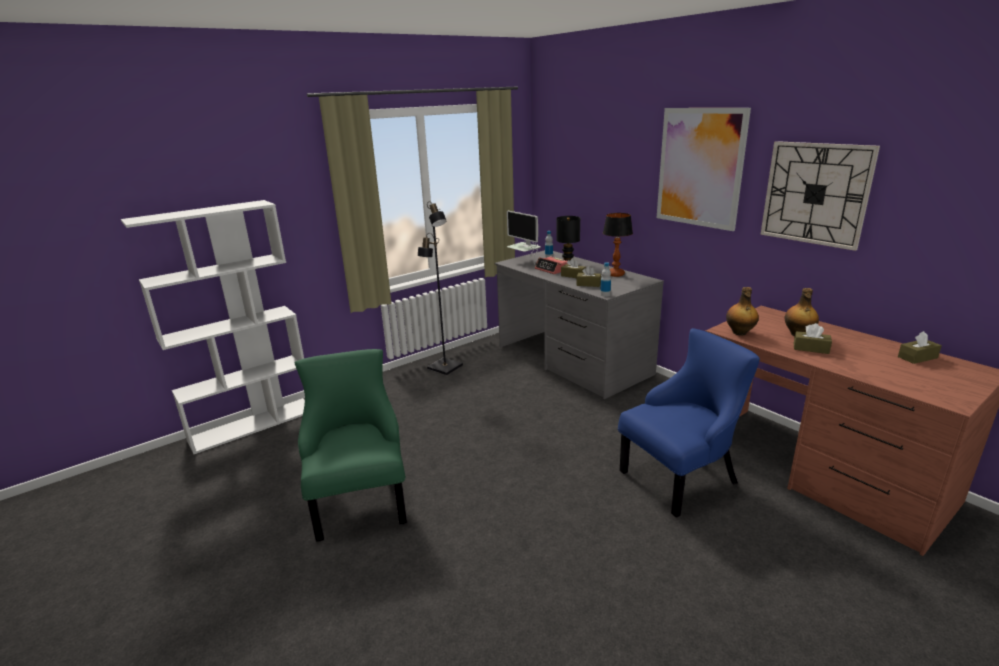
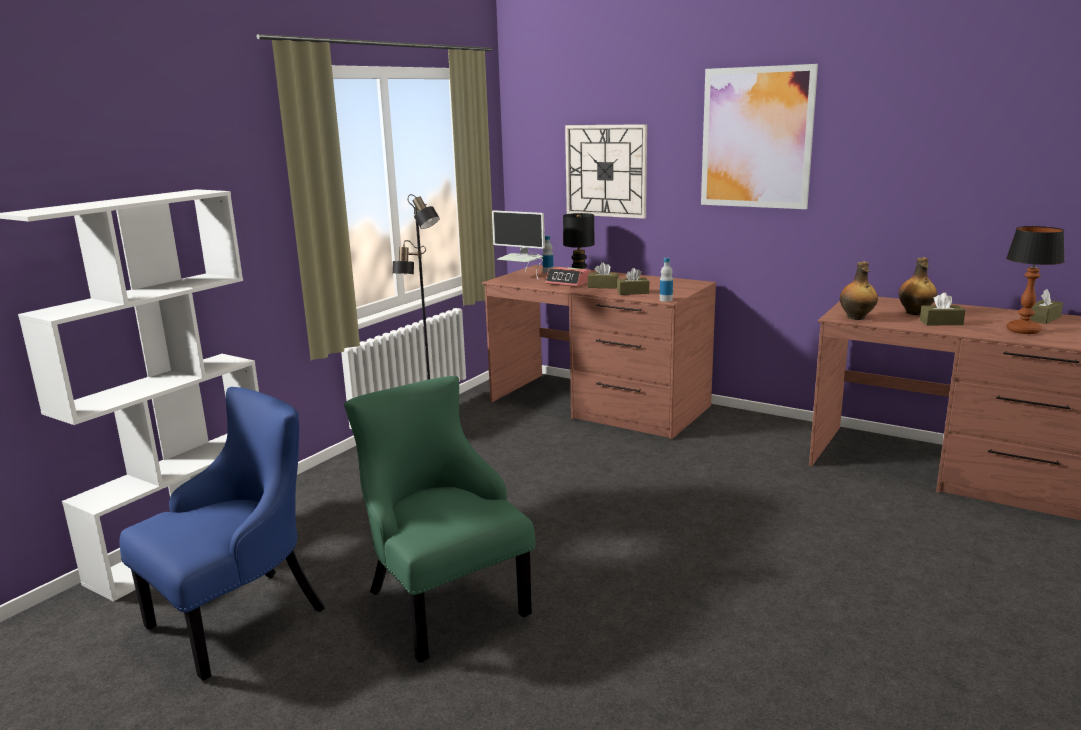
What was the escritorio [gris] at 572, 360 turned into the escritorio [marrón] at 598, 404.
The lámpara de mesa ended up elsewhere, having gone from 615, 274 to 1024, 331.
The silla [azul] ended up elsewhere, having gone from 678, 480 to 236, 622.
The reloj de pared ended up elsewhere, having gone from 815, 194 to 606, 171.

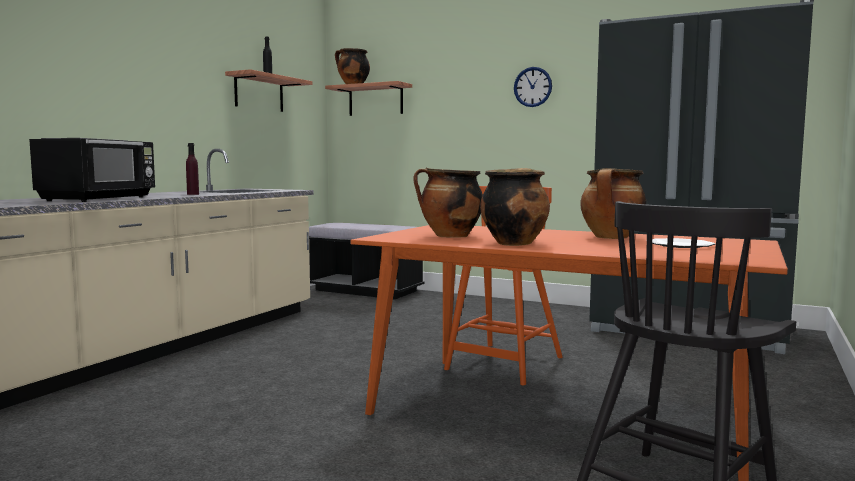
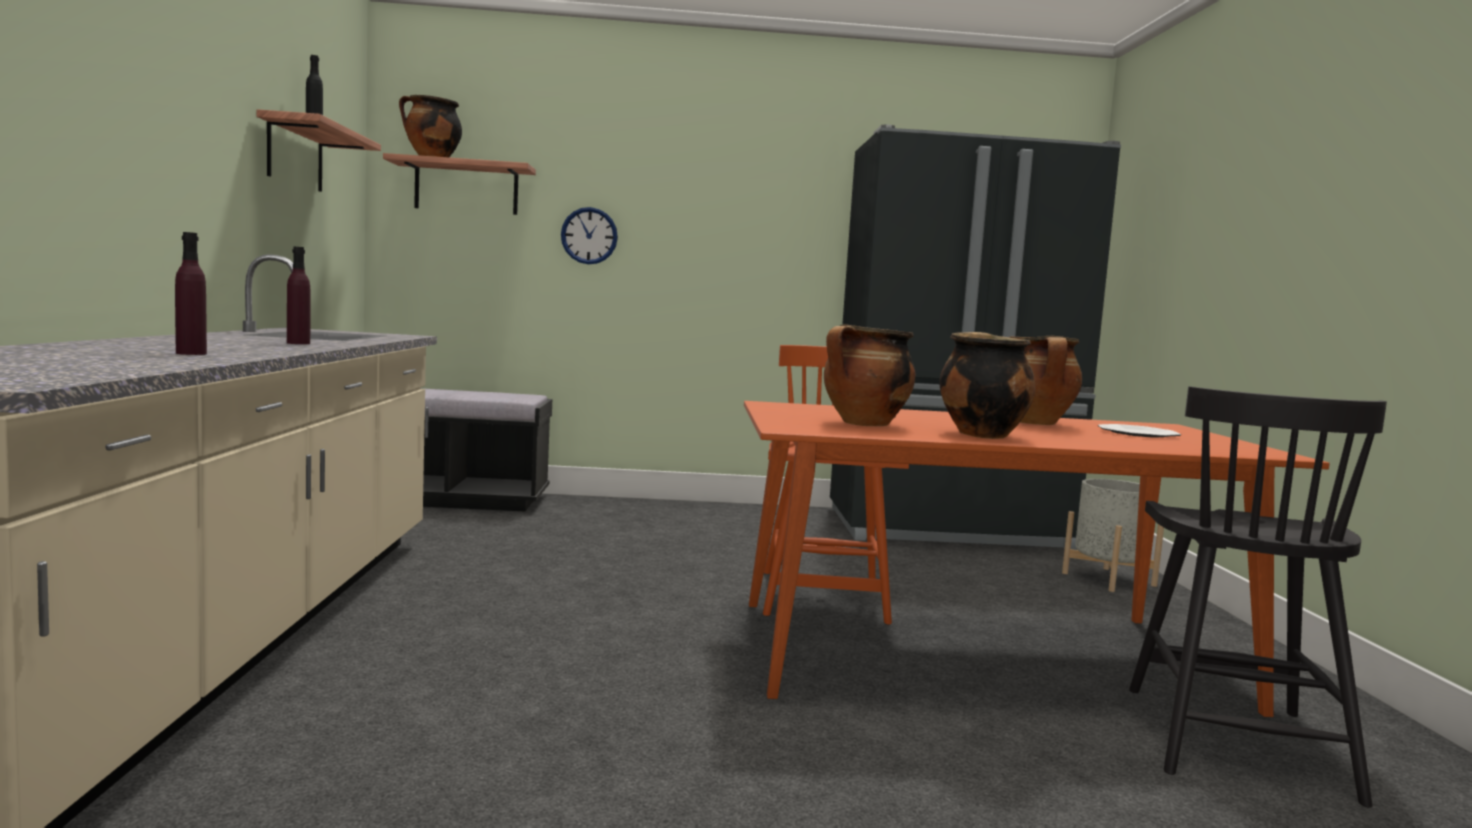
Where the microondas [negro] stood at 100, 199, the botella [morado] came to stand at 191, 353.
The reloj de pared ended up elsewhere, having gone from 532, 87 to 589, 236.
The second view gained the maceta [gris] at 1108, 579.

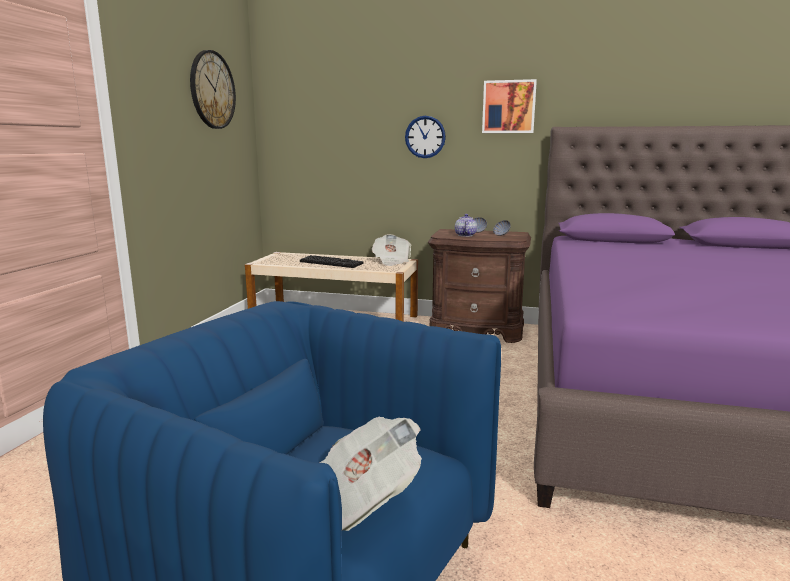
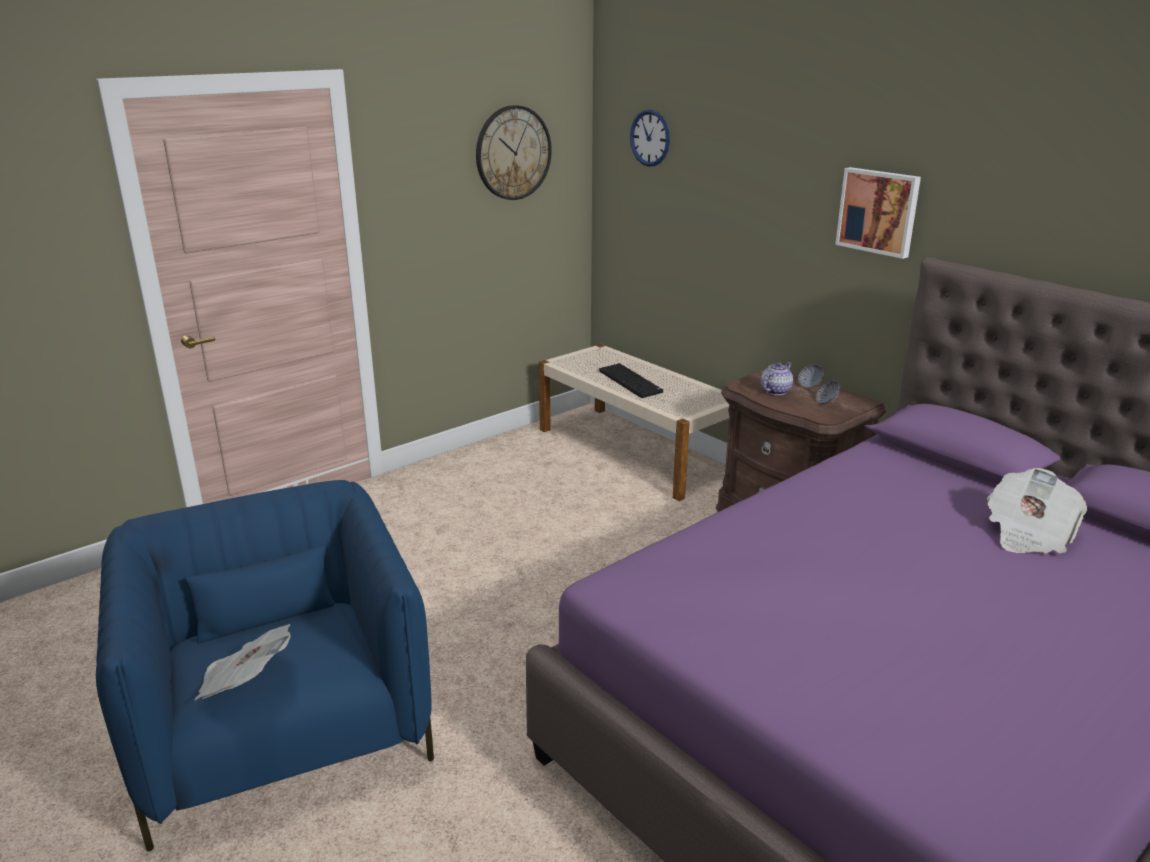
The periódico ended up elsewhere, having gone from 391, 261 to 1028, 534.
The reloj de pared ended up elsewhere, having gone from 425, 137 to 650, 138.

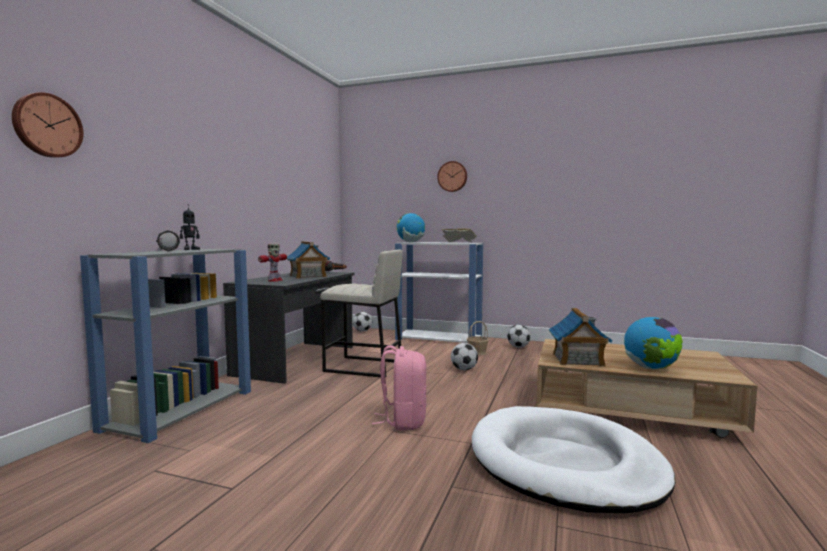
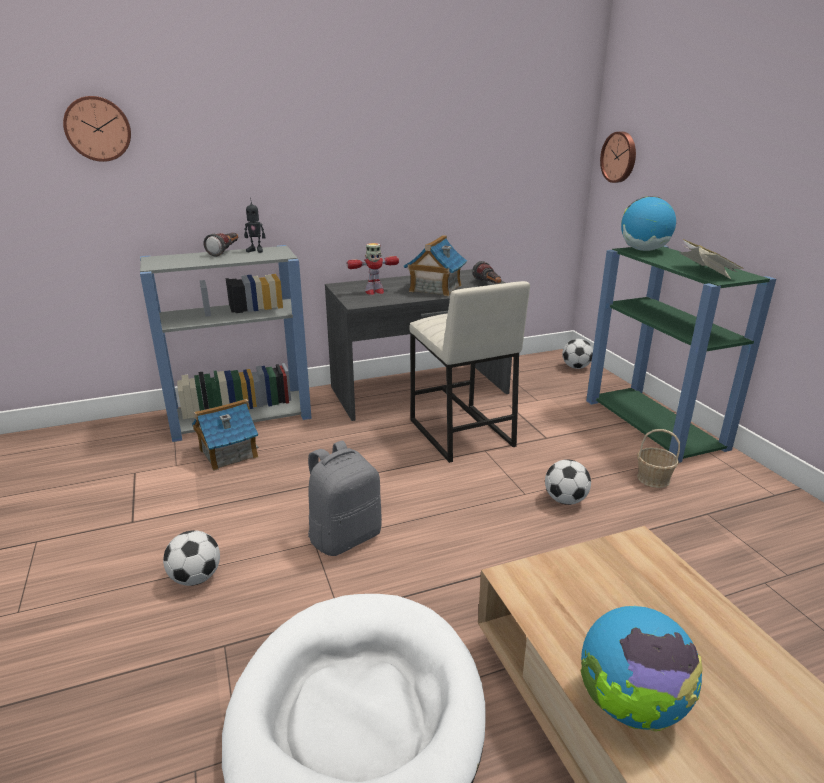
What was the mochila [rosa] at 403, 421 turned into the mochila [gris] at 345, 537.
What was the estantería [blanco] at 439, 338 turned into the estantería [verde] at 653, 424.
The reloj de pared ended up elsewhere, having gone from 452, 176 to 619, 157.
The balón de fútbol ended up elsewhere, having gone from 518, 347 to 196, 578.
The casita ended up elsewhere, having gone from 577, 360 to 228, 453.

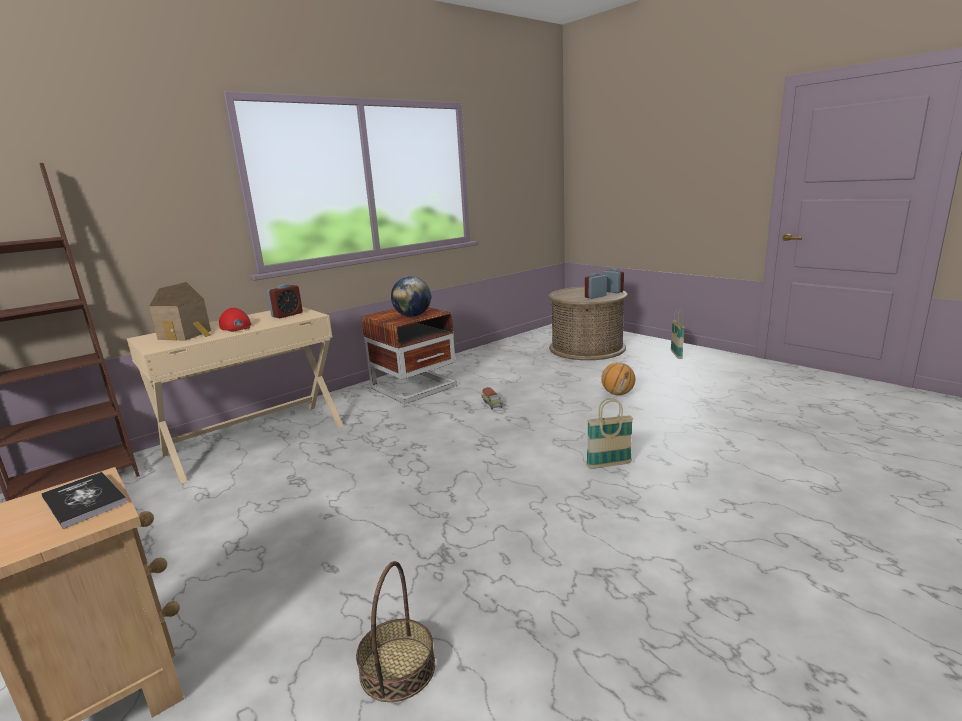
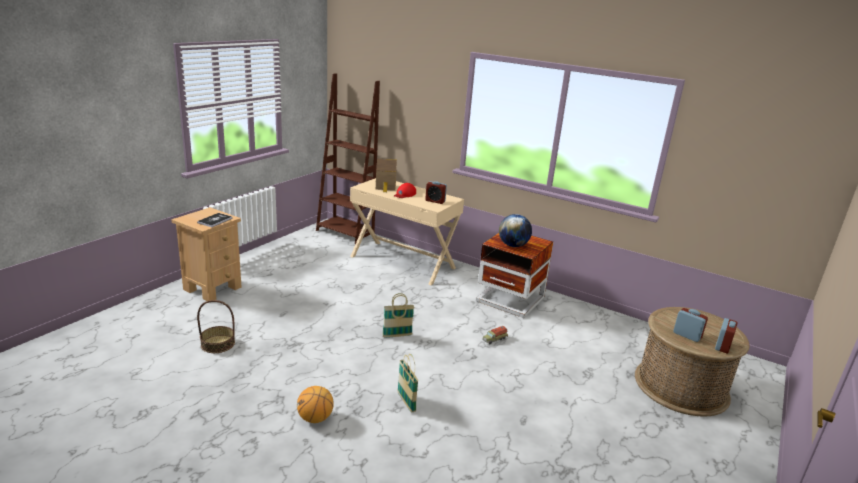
The balón de baloncesto ended up elsewhere, having gone from 618, 394 to 315, 418.
The cesta ended up elsewhere, having gone from 676, 354 to 397, 335.

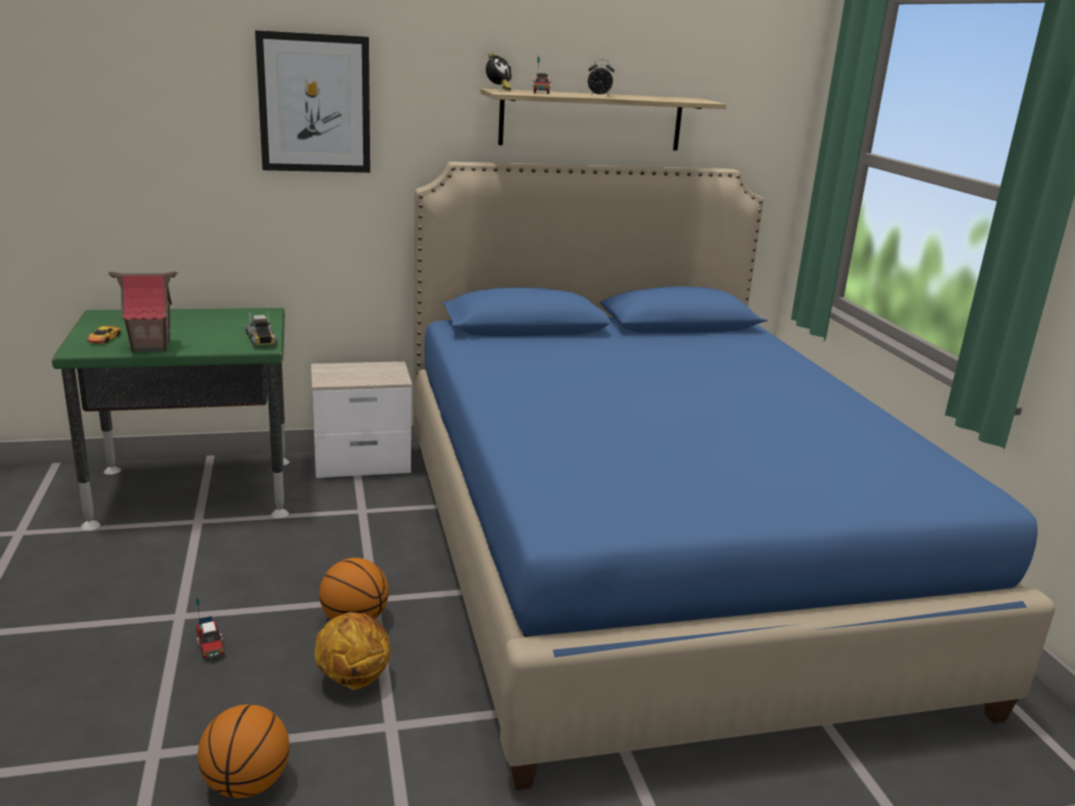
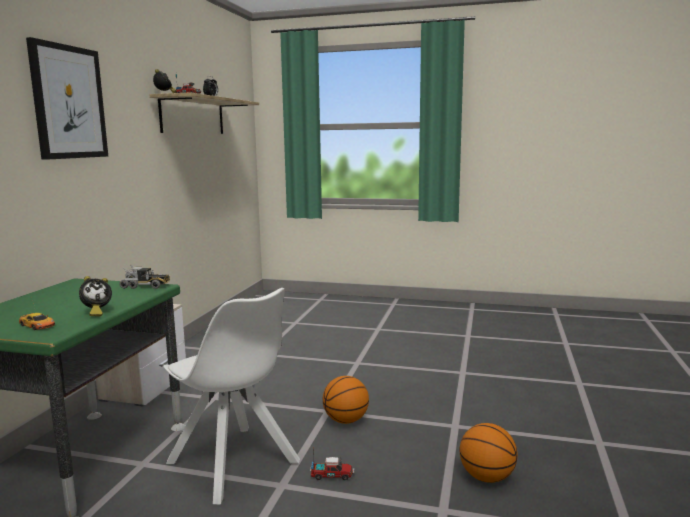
Where the casita stood at 151, 347, the despertador came to stand at 96, 312.
The second view lost the balón de baloncesto at 353, 678.
The second view lost the cama [azul] at 648, 556.
The second view gained the silla [blanco] at 234, 463.

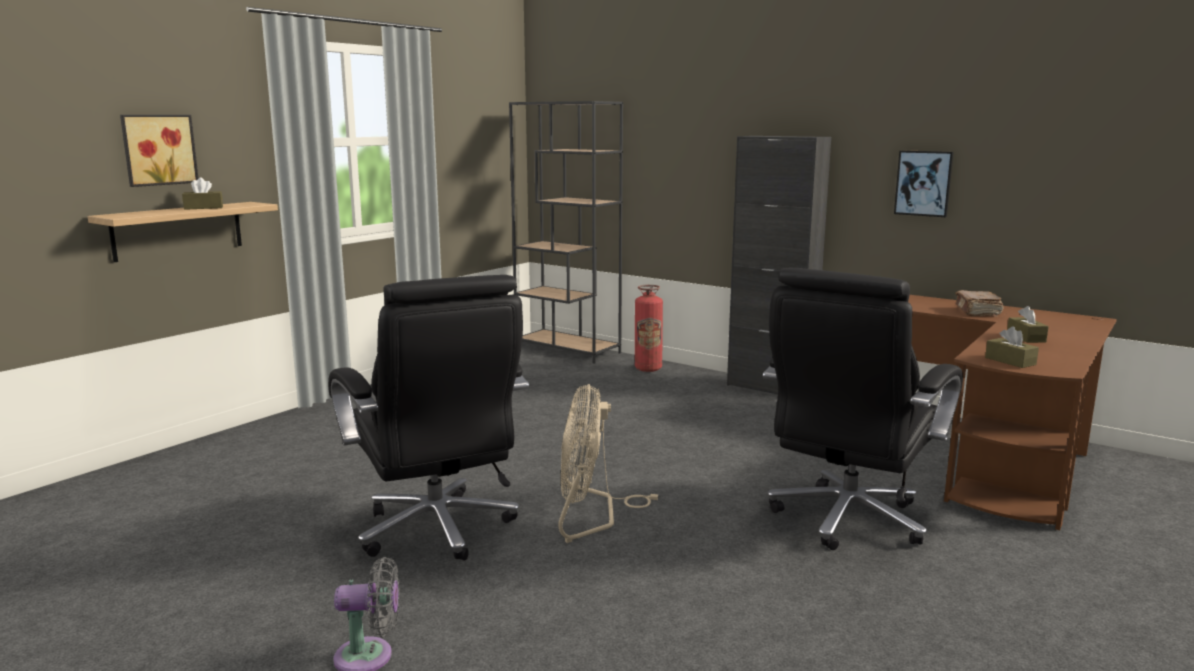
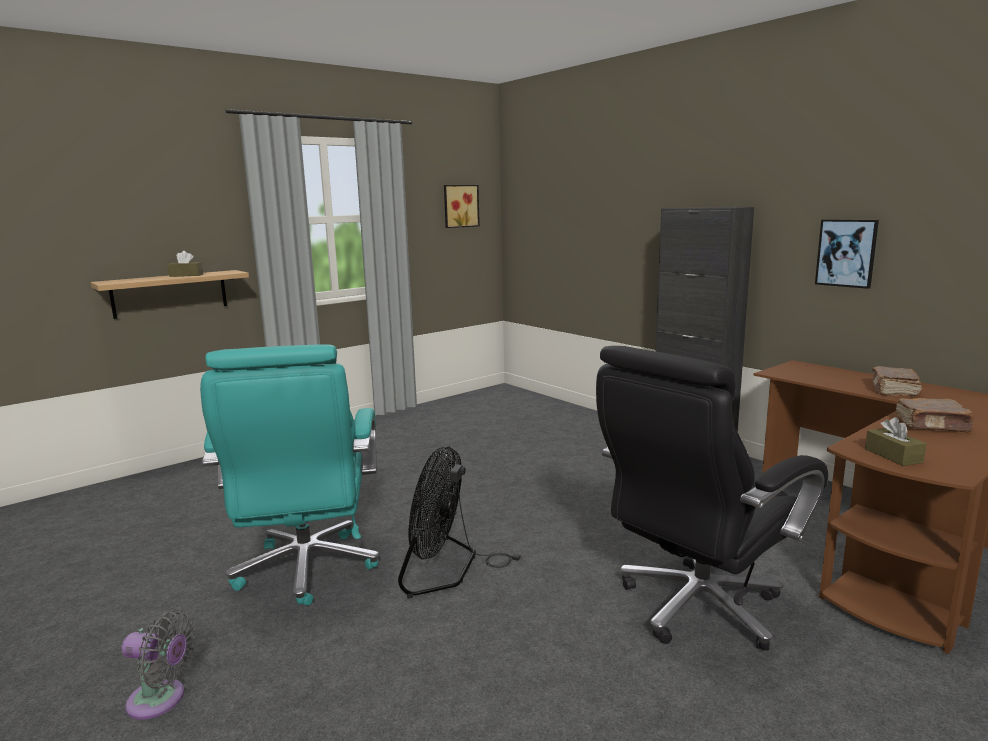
The cuadro ended up elsewhere, having gone from 158, 149 to 460, 206.
What was the silla de oficina [negro] at 440, 533 turned into the silla de oficina [turquesa] at 306, 573.
The second view lost the estantería at 568, 350.
What was the ventilador [beis] at 593, 511 turned into the ventilador [negro] at 452, 565.
The second view lost the extintor at 648, 368.
Where the caja de pañuelos [marrón] stood at 1026, 337, the libro [marrón] came to stand at 932, 425.

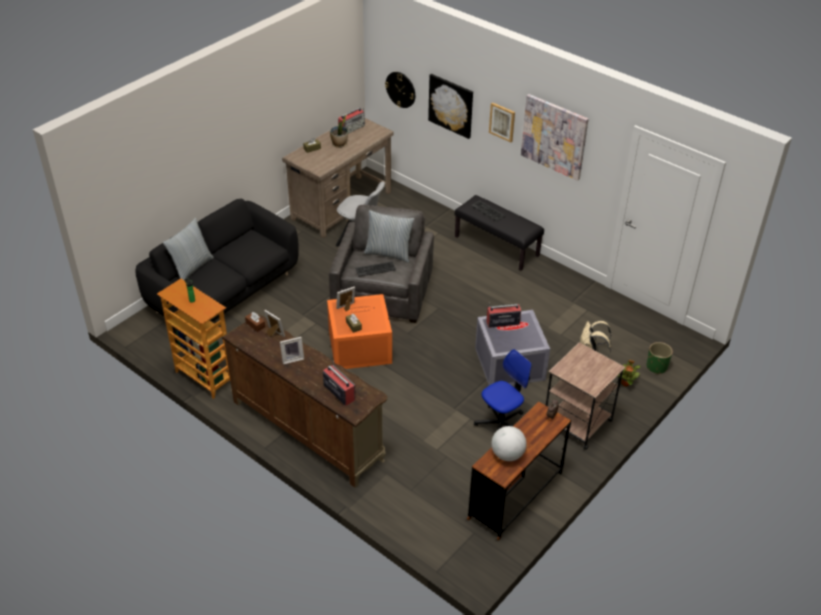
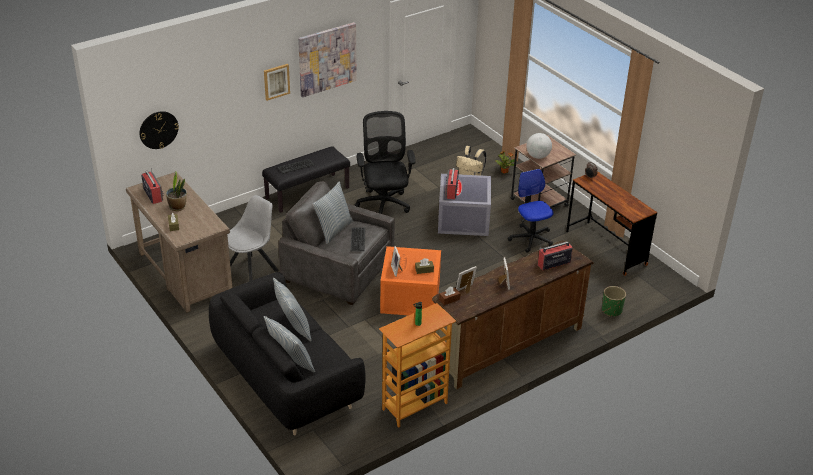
The second view lost the cuadro at 451, 105.
The globo terráqueo ended up elsewhere, having gone from 507, 454 to 538, 156.
The maceta [verde] ended up elsewhere, having gone from 657, 367 to 611, 310.
The second view gained the cojín at 293, 328.
The second view gained the silla de oficina [negro] at 384, 206.

